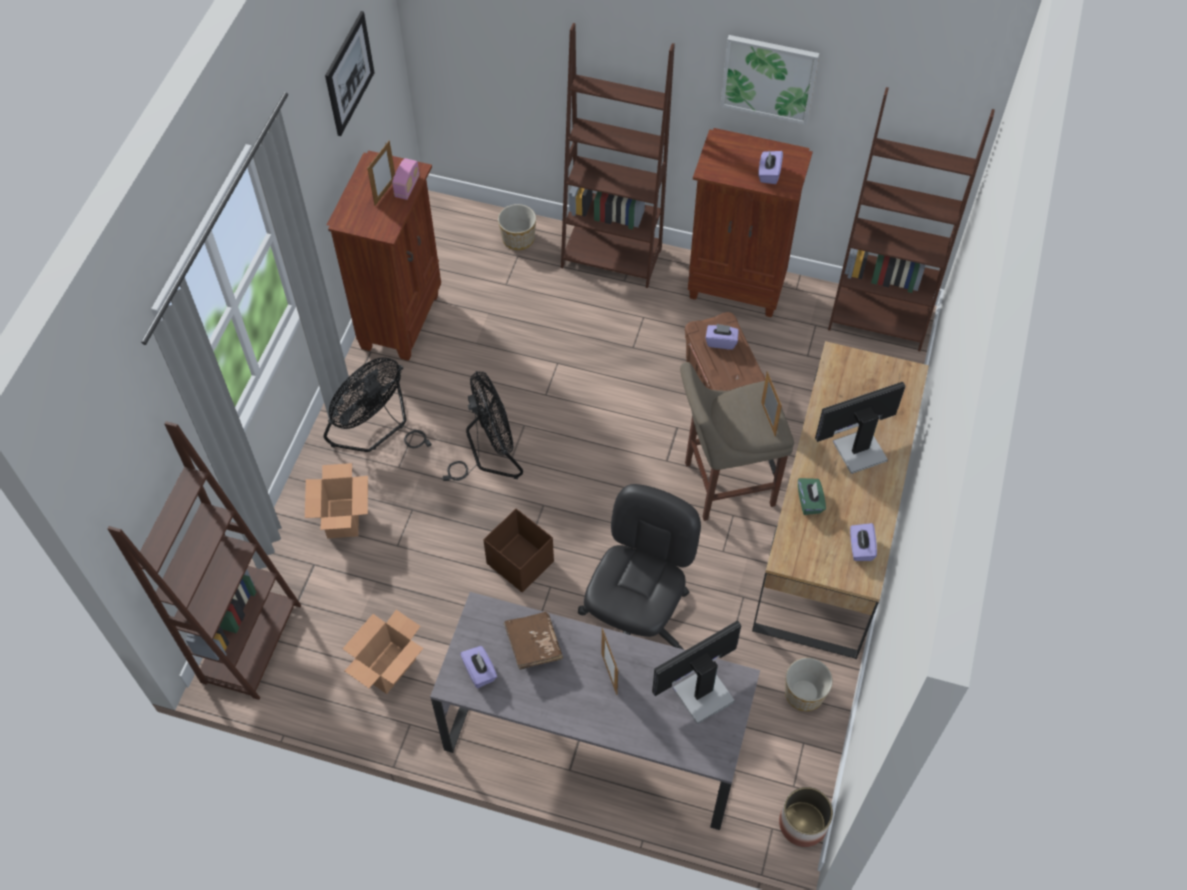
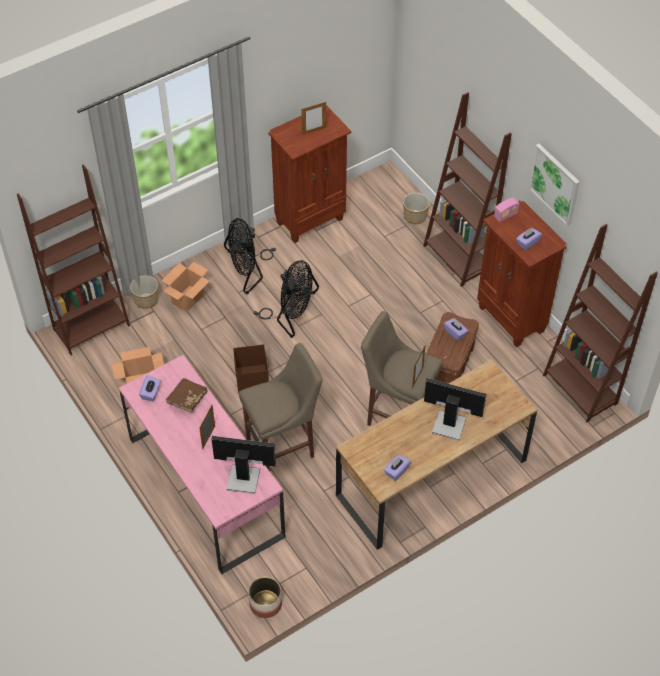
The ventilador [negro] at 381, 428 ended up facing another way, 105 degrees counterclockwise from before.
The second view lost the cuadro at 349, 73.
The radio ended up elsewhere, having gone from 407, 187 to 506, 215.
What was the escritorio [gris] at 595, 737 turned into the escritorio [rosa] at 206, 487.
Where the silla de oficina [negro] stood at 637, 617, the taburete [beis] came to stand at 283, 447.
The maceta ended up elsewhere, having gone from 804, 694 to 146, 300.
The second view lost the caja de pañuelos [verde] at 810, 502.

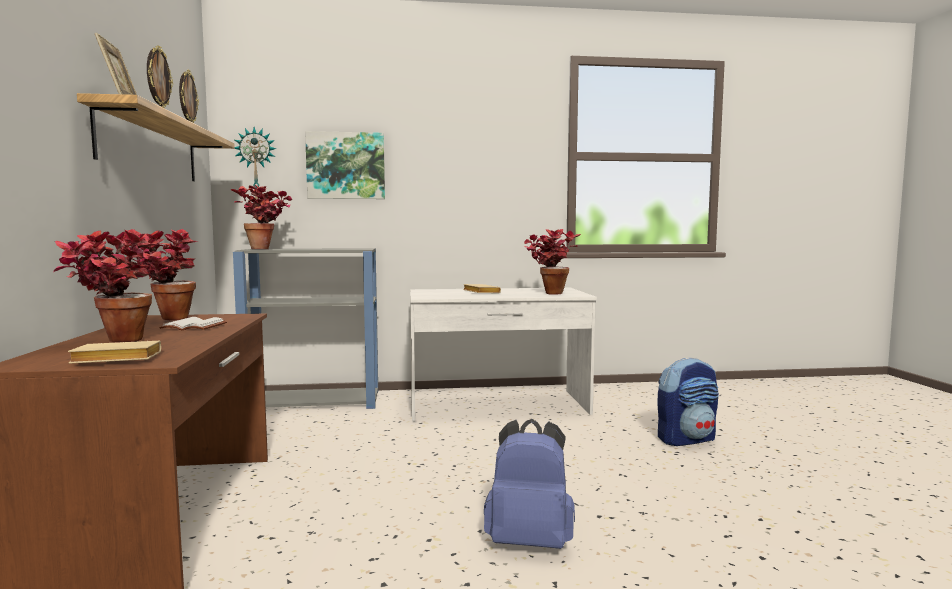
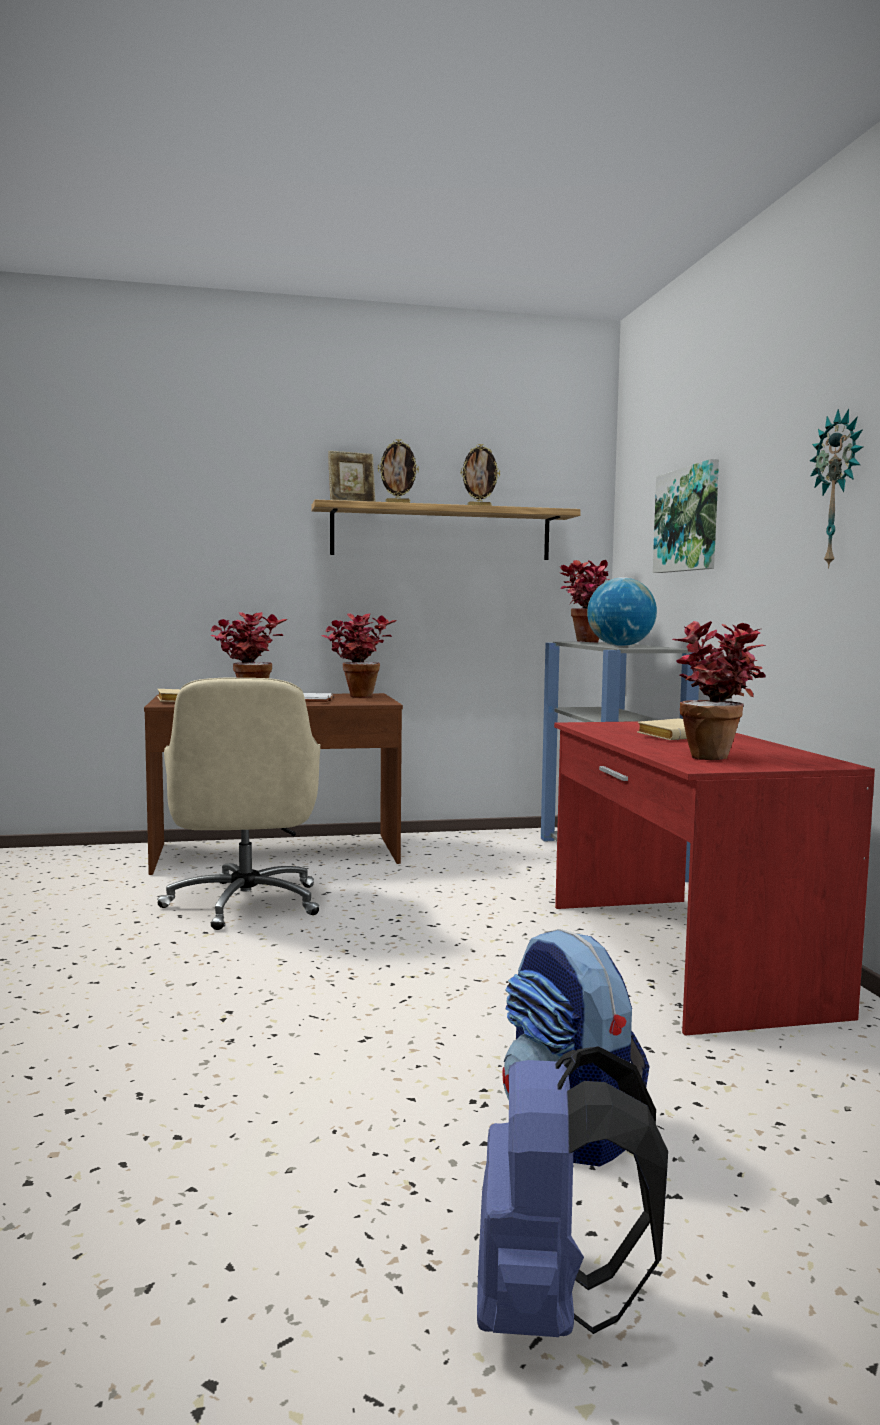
The reloj de pared ended up elsewhere, having gone from 256, 165 to 839, 489.
What was the escritorio [blanco] at 497, 405 turned into the escritorio [rojo] at 680, 955.
The mochila [azul] ended up elsewhere, having gone from 530, 540 to 551, 1307.
The second view gained the silla de oficina [beis] at 244, 904.
The second view gained the globo terráqueo at 620, 646.

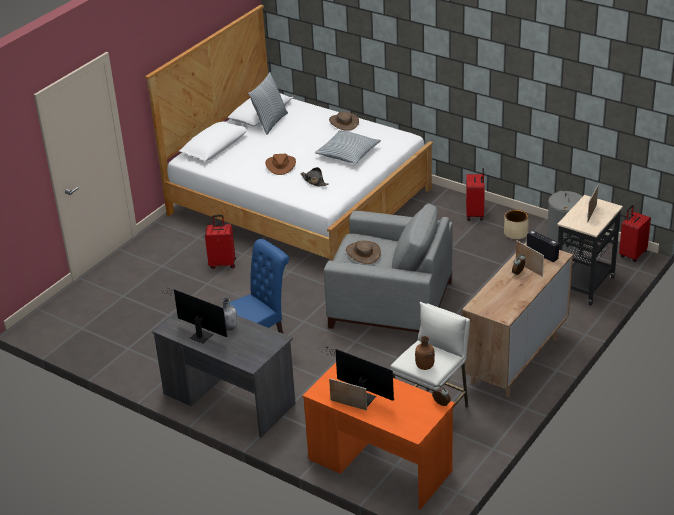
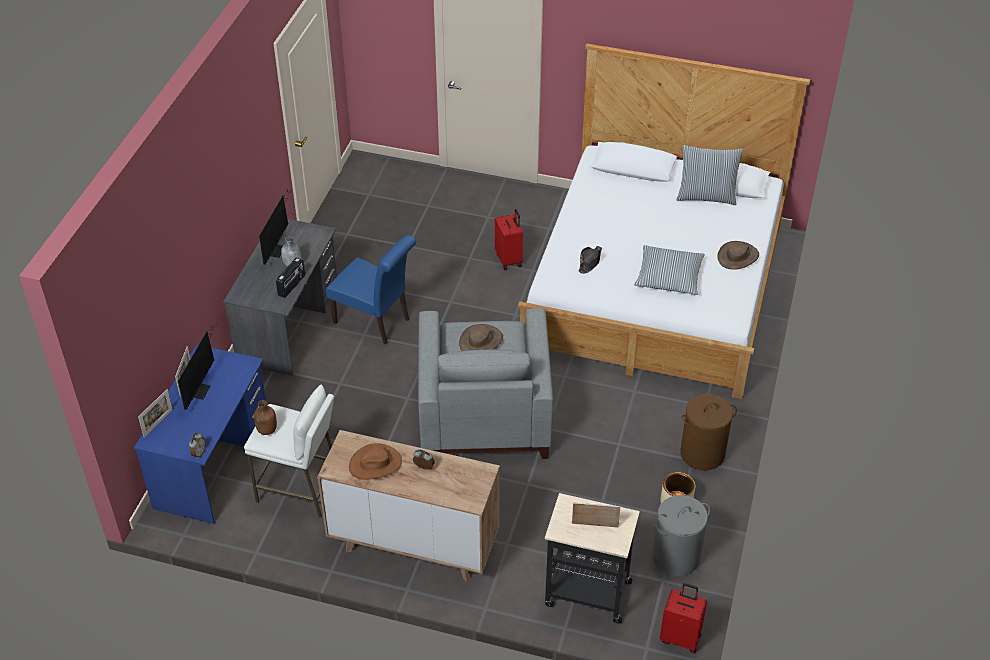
The sombrero [marrón] ended up elsewhere, having gone from 280, 165 to 375, 464.
What was the escritorio [naranja] at 379, 465 turned into the escritorio [azul] at 213, 463.
Where the maleta [rojo] stood at 475, 214, the cesto de la ropa [marrón] came to stand at 702, 454.
The portarretratos ended up elsewhere, having gone from 529, 269 to 158, 423.
The radio ended up elsewhere, having gone from 542, 254 to 292, 286.

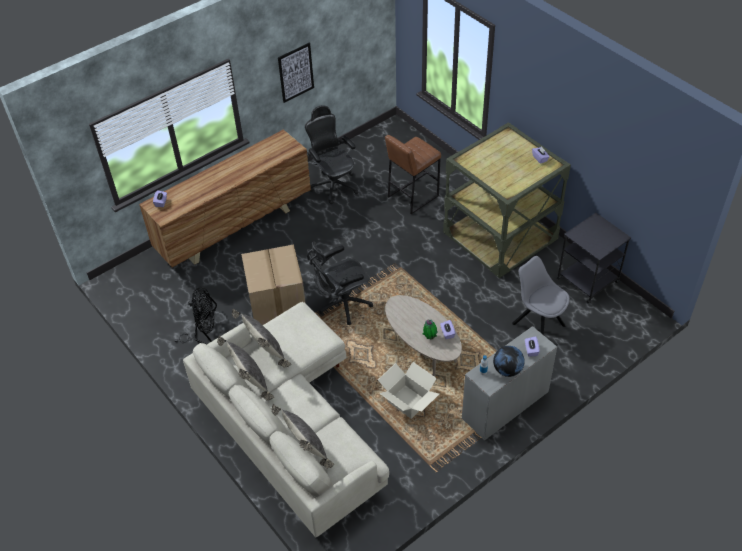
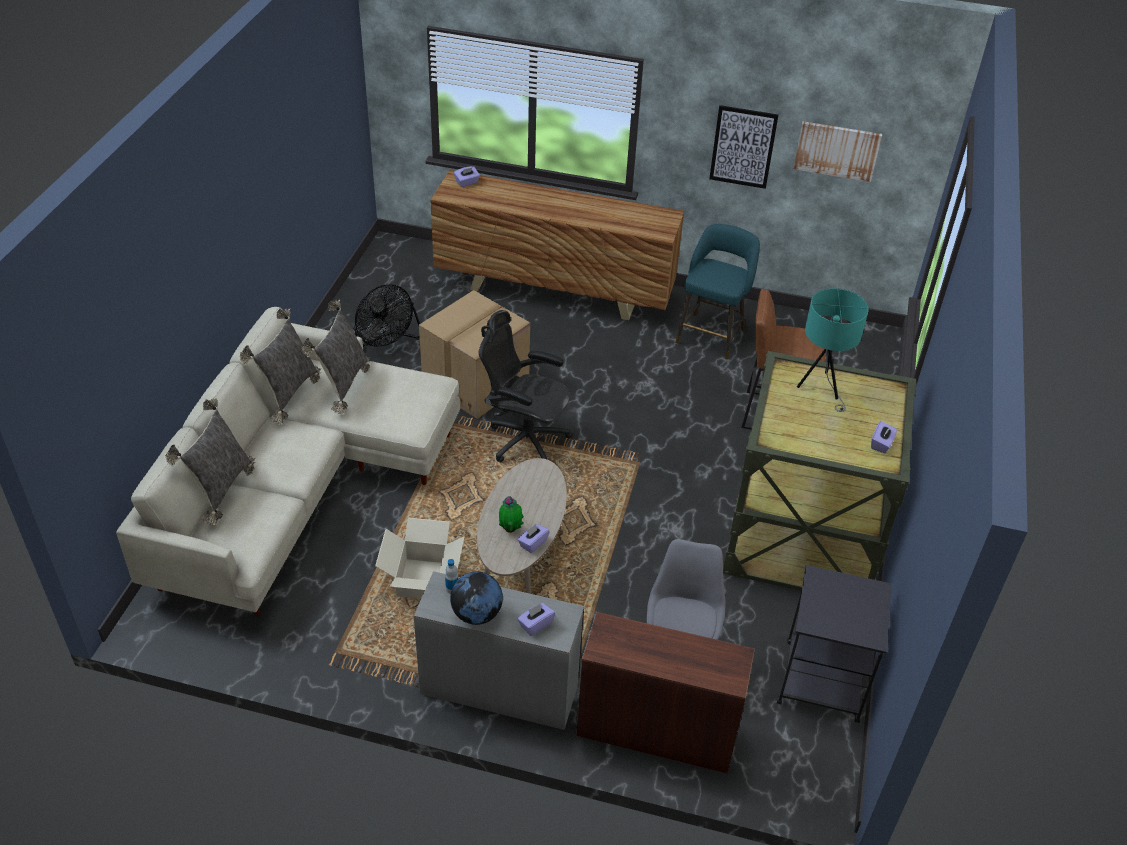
Where the silla de oficina stood at 333, 185, the taburete [turquesa] came to stand at 711, 334.
The second view gained the escritorio [marrón] at 656, 729.
The second view gained the cuadro at 837, 150.
The second view gained the lámpara de mesa [turquesa] at 821, 388.

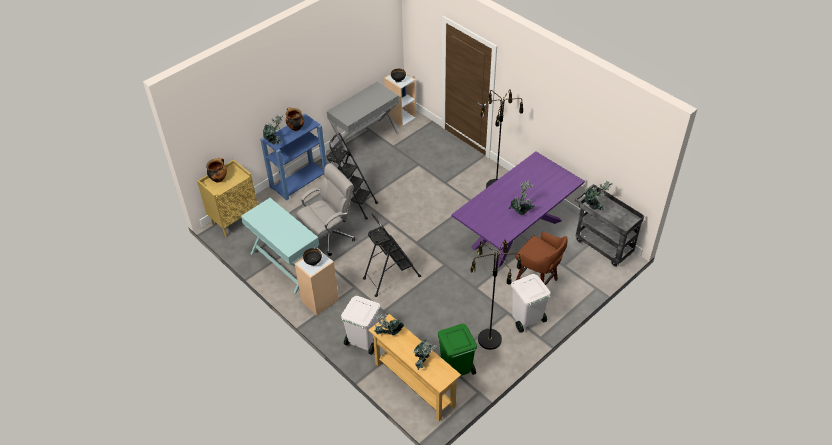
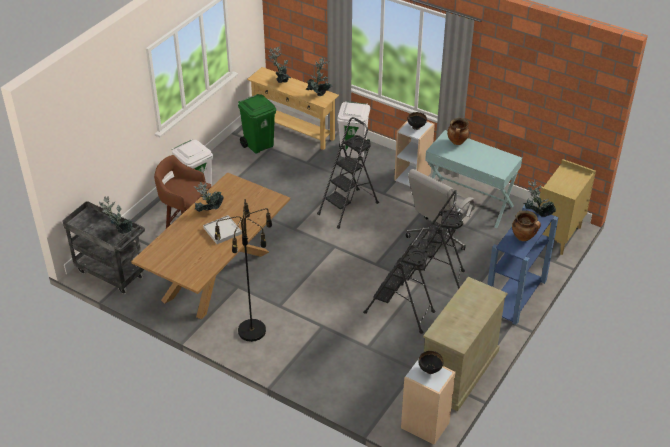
The olla ended up elsewhere, having gone from 218, 178 to 457, 142.
Where the escritorio [gris] stood at 365, 140, the cómoda [beis] came to stand at 459, 372.
What was the mesa de comedor [morado] at 516, 234 turned into the mesa de comedor [marrón] at 217, 275.
The second view lost the lámpara de pie at 490, 339.
The second view gained the bandeja [blanco] at 222, 231.
The second view gained the escalera de tijera at 400, 312.

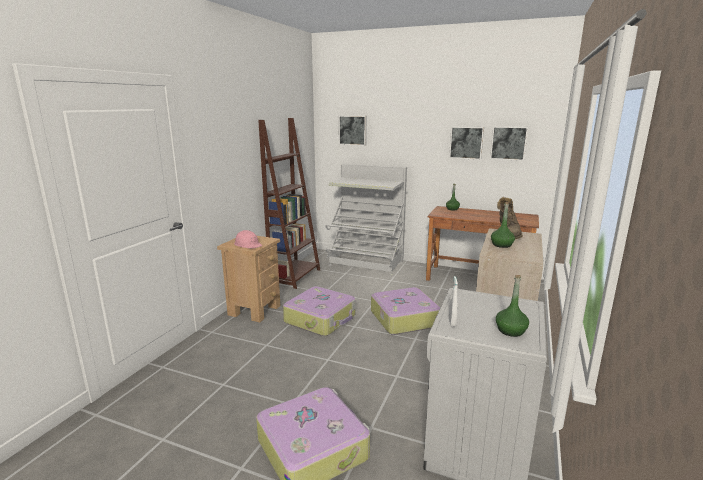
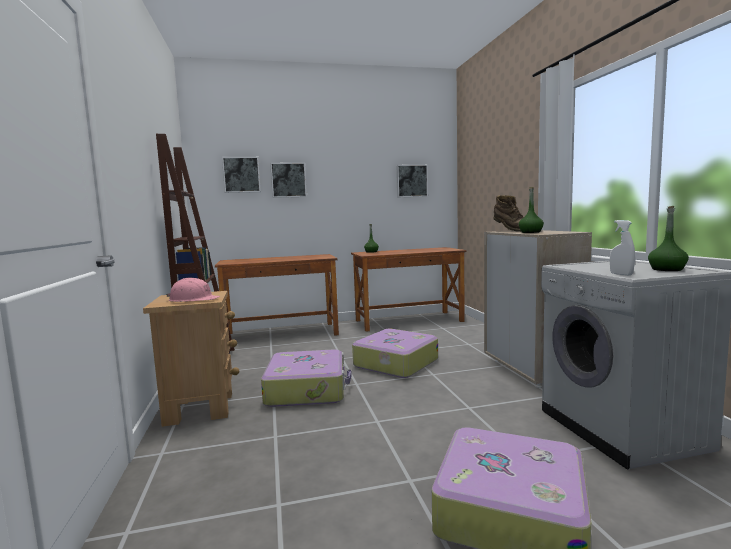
Where the zapatero [blanco] stood at 365, 264, the escritorio [marrón] came to stand at 282, 334.
The cuadro ended up elsewhere, having gone from 466, 142 to 288, 180.

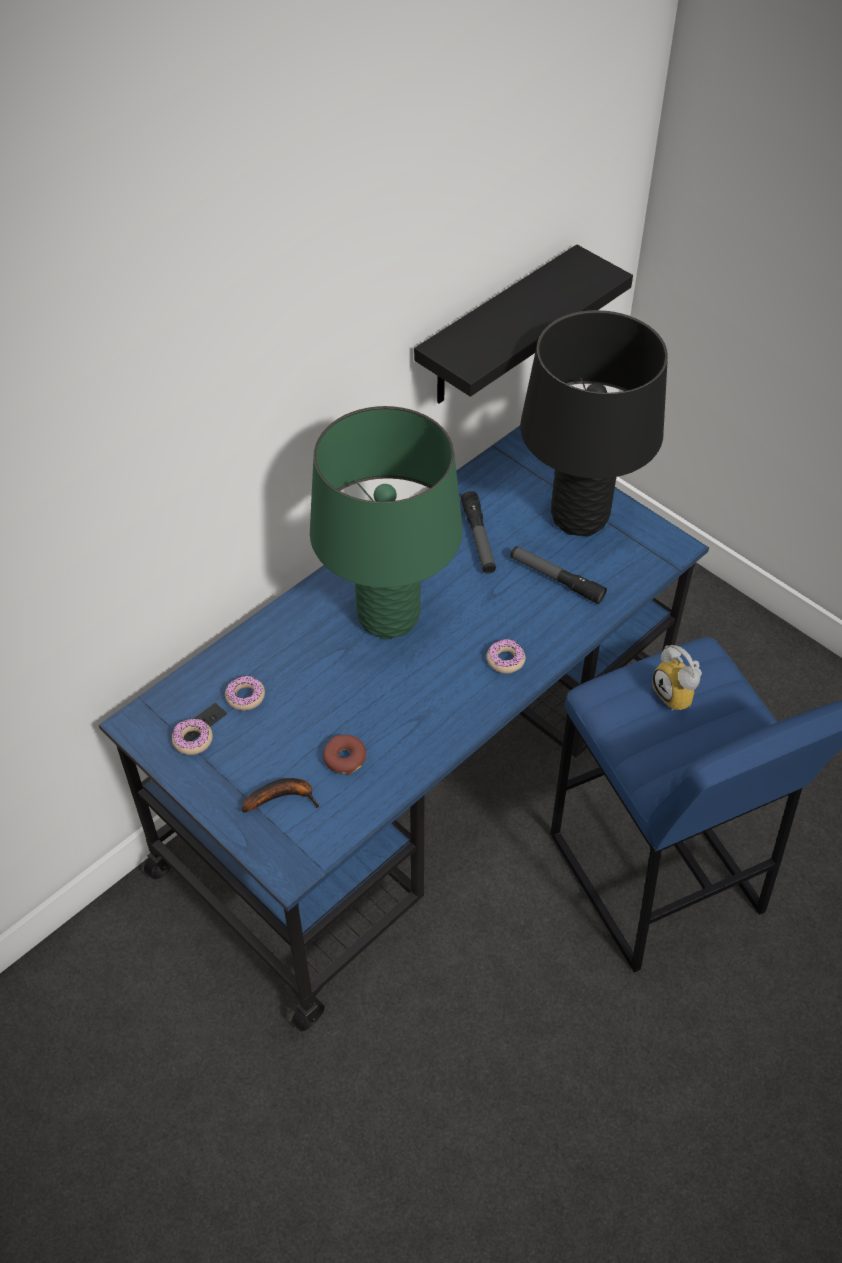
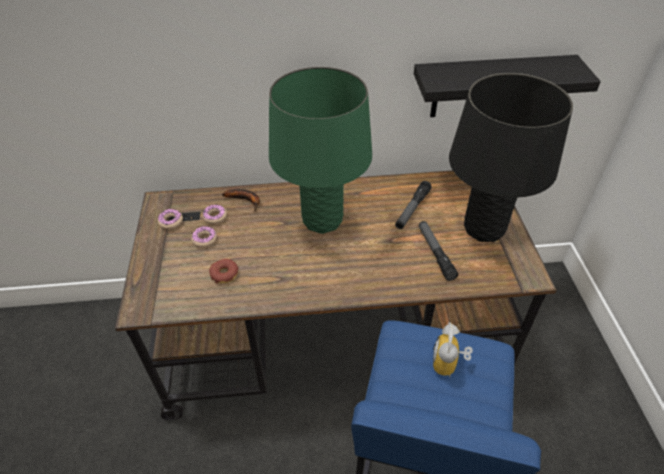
What was the escritorio [azul] at 419, 784 turned into the escritorio [marrón] at 332, 340.
The plátano ended up elsewhere, having gone from 283, 797 to 246, 200.
The rosquilla ended up elsewhere, having gone from 505, 660 to 204, 239.

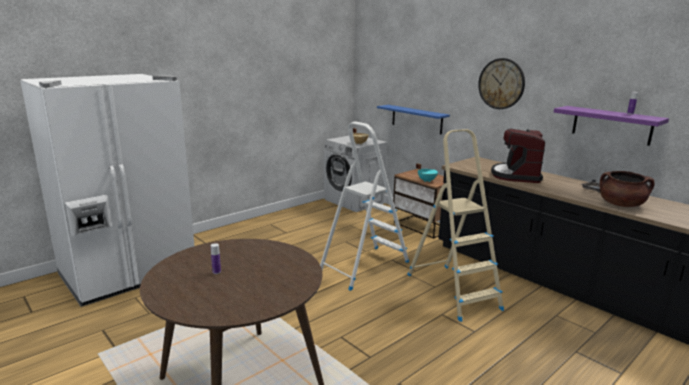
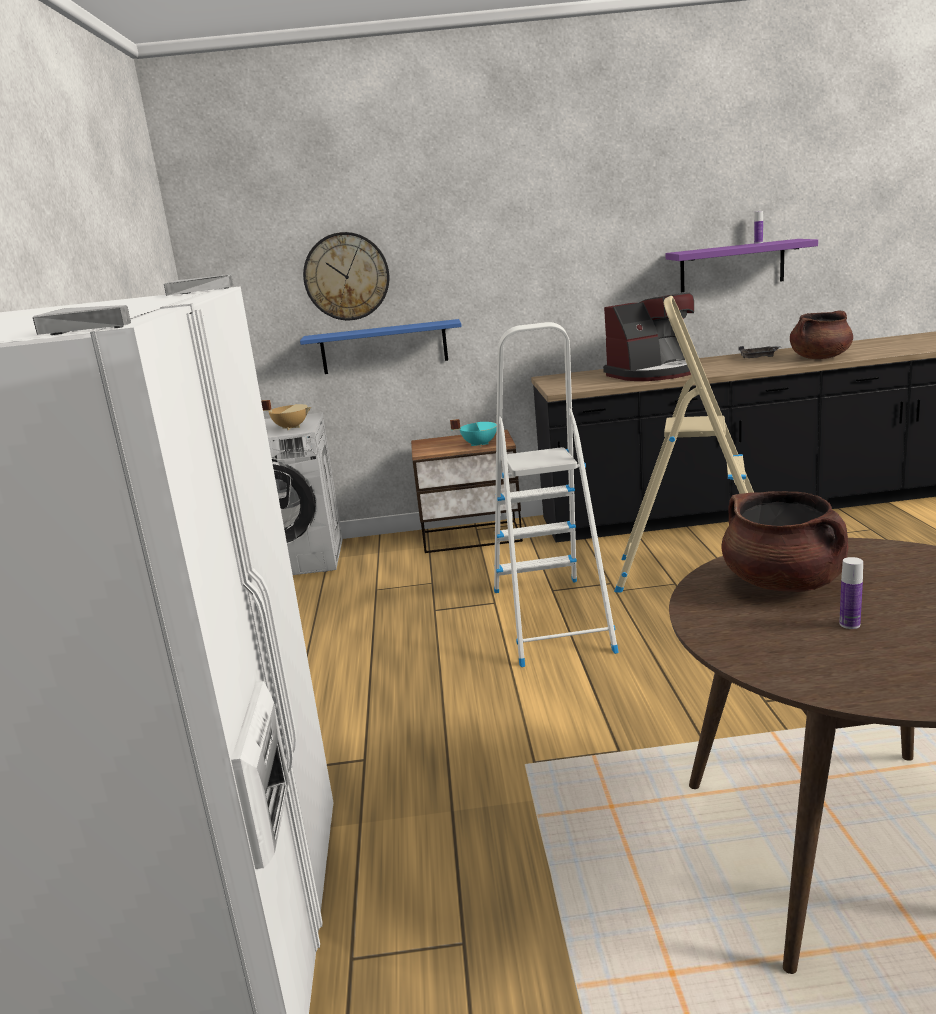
The reloj de pared ended up elsewhere, having gone from 501, 84 to 346, 276.
The cafetera at 516, 175 ended up facing another way, 75 degrees counterclockwise from before.
The second view gained the olla [marrón] at 783, 583.

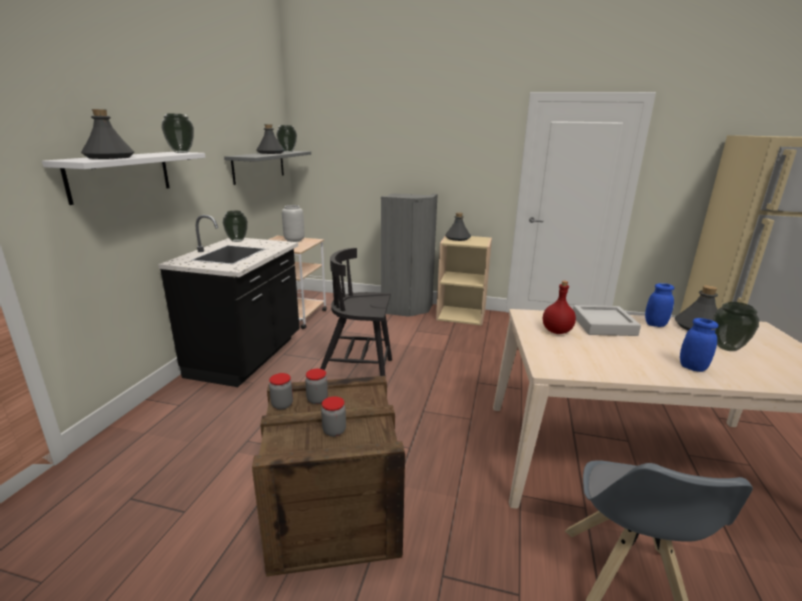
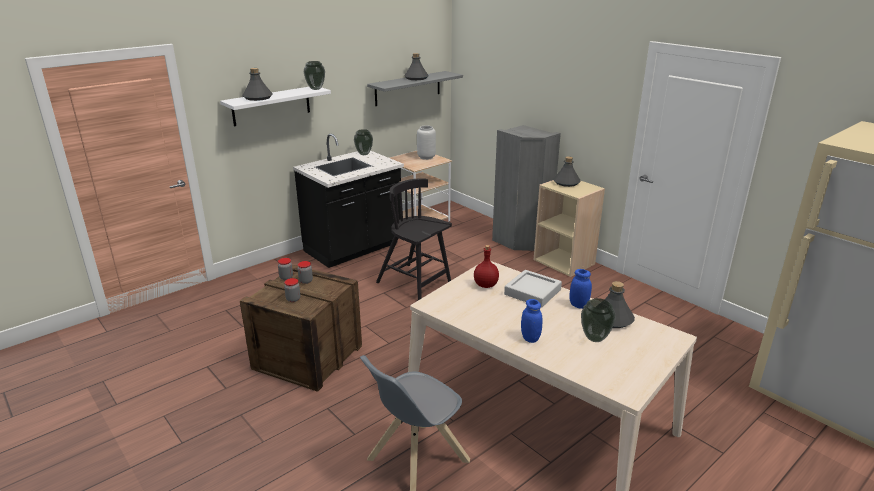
The second view lost the florero at 288, 151.

